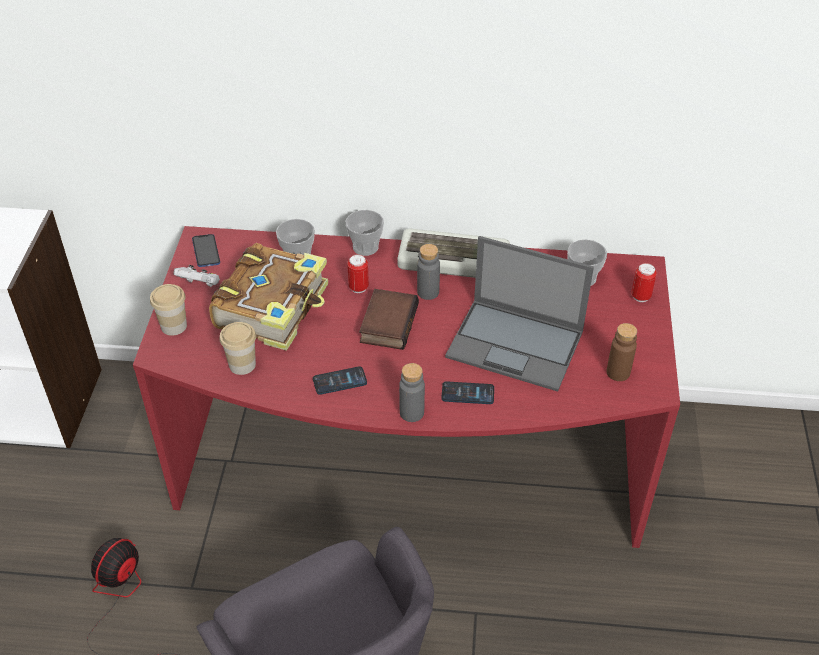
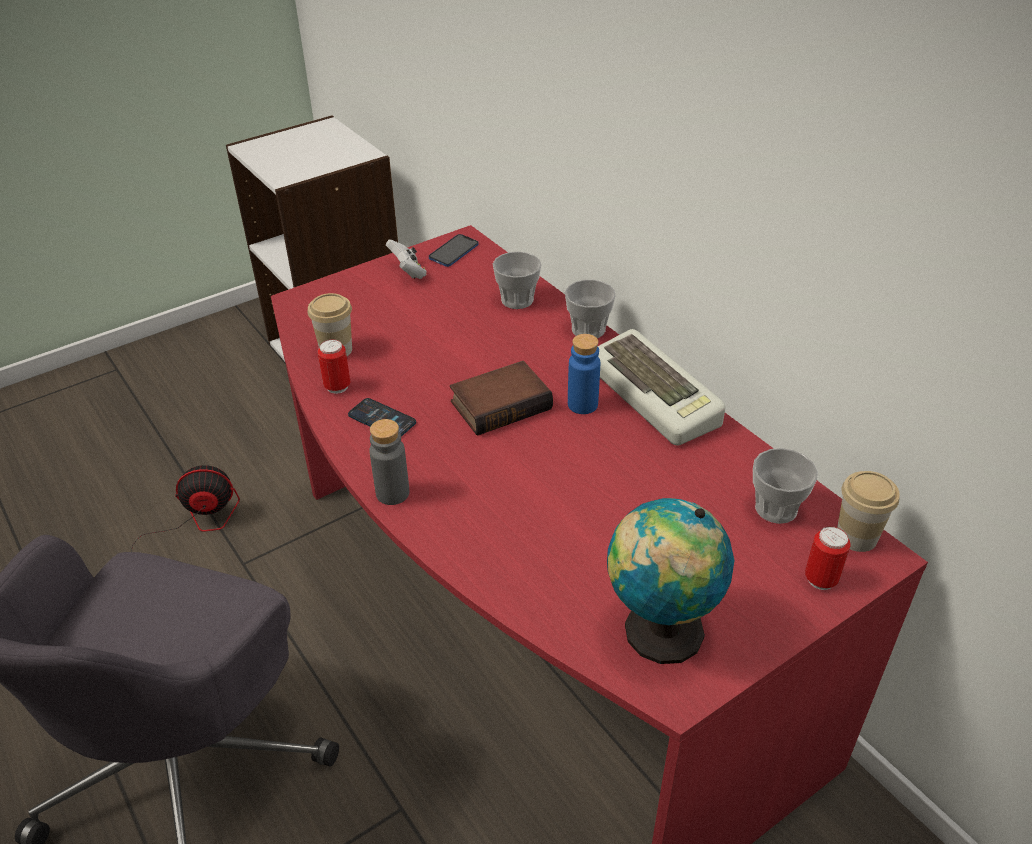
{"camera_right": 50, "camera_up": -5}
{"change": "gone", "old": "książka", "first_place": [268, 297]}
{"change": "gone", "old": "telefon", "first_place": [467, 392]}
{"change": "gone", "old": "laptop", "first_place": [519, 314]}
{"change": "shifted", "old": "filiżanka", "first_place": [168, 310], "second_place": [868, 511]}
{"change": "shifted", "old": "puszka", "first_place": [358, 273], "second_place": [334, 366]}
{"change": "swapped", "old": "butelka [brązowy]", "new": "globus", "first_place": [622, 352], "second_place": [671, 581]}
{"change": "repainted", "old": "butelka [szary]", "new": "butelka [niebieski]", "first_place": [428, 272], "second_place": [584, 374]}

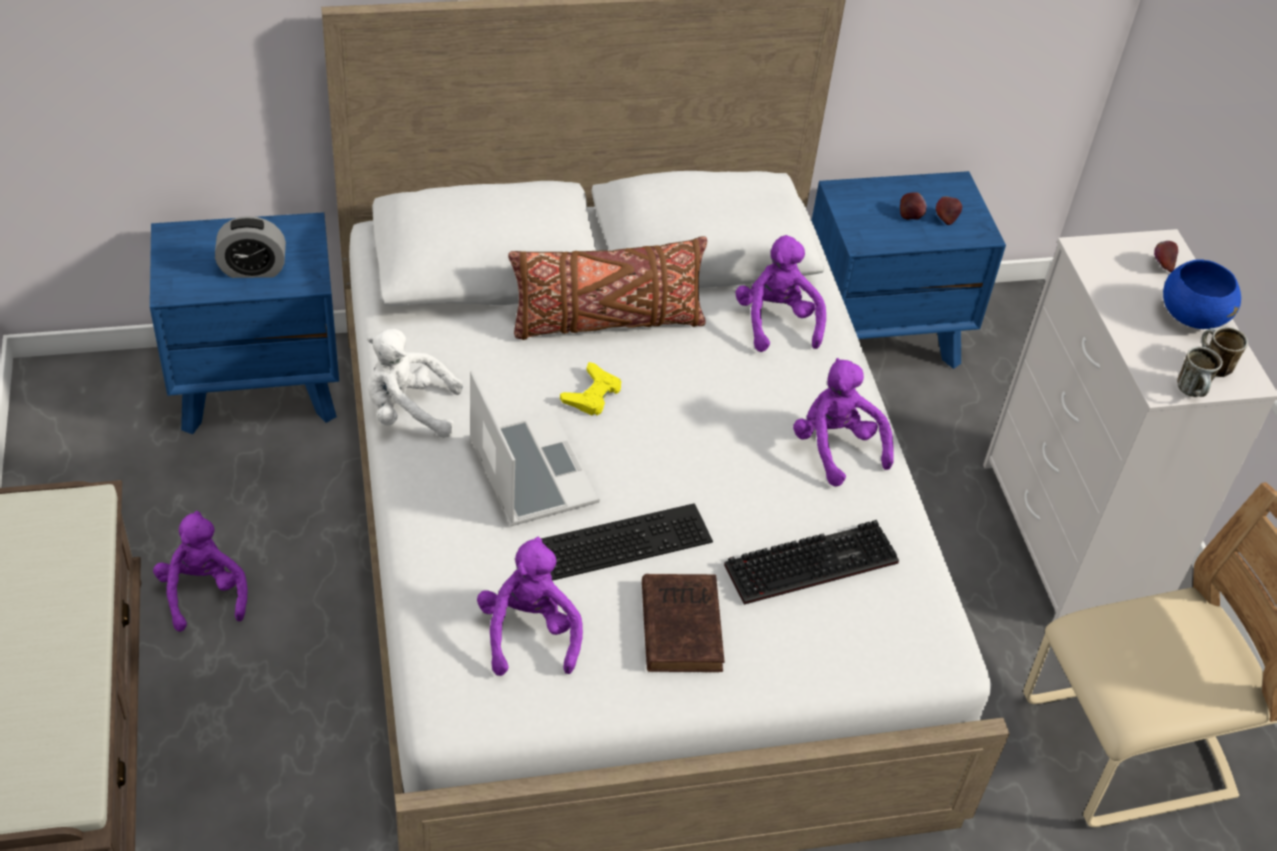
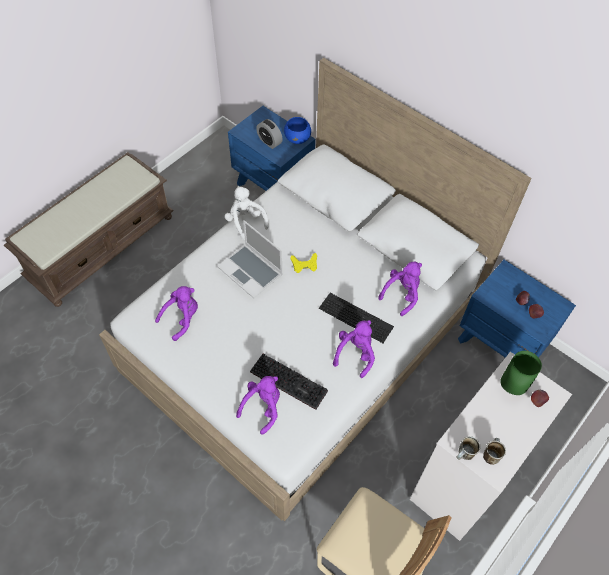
{"camera_right": 55, "camera_up": 10}
{"change": "gone", "old": "poduszka [brązowy]", "first_place": [607, 288]}
{"change": "gone", "old": "książka [brązowy]", "first_place": [683, 623]}
{"change": "new", "new": "wazon [zielony]", "second_place": [521, 373]}
{"change": "shifted", "old": "pluszak [fioletowy]", "first_place": [200, 571], "second_place": [258, 405]}
{"change": "shifted", "old": "klawiatura", "first_place": [627, 542], "second_place": [356, 318]}
{"change": "shifted", "old": "miska [niebieski]", "first_place": [1202, 294], "second_place": [297, 130]}
{"change": "rotated", "old": "laptop", "first_place": [535, 448], "second_place": [250, 259], "degrees": 105}

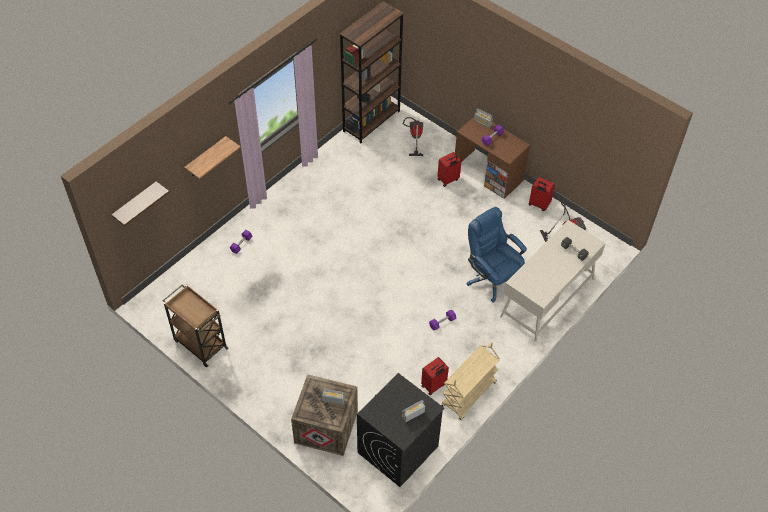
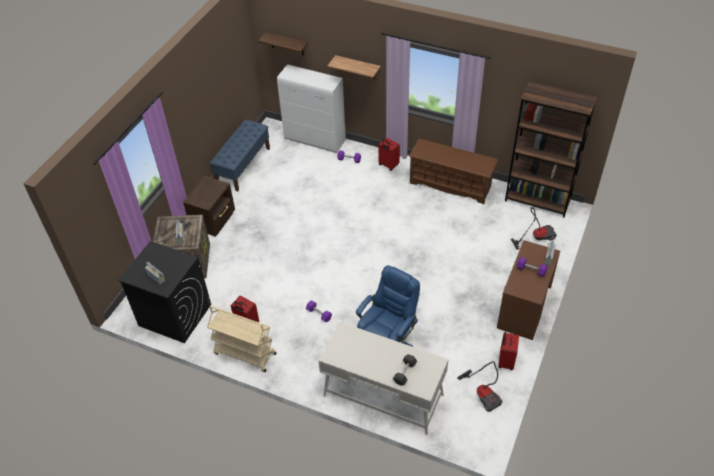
{"camera_right": 75, "camera_up": -5}
{"change": "new", "new": "szafka nocna [brązowy]", "second_place": [209, 206]}
{"change": "new", "new": "szafka [biały]", "second_place": [311, 108]}
{"change": "new", "new": "regał na buty [brązowy]", "second_place": [453, 171]}
{"change": "shifted", "old": "walizka [czerwony]", "first_place": [449, 169], "second_place": [389, 154]}
{"change": "swapped", "old": "wózek [brązowy]", "new": "ławka [niebieski]", "first_place": [196, 325], "second_place": [240, 156]}

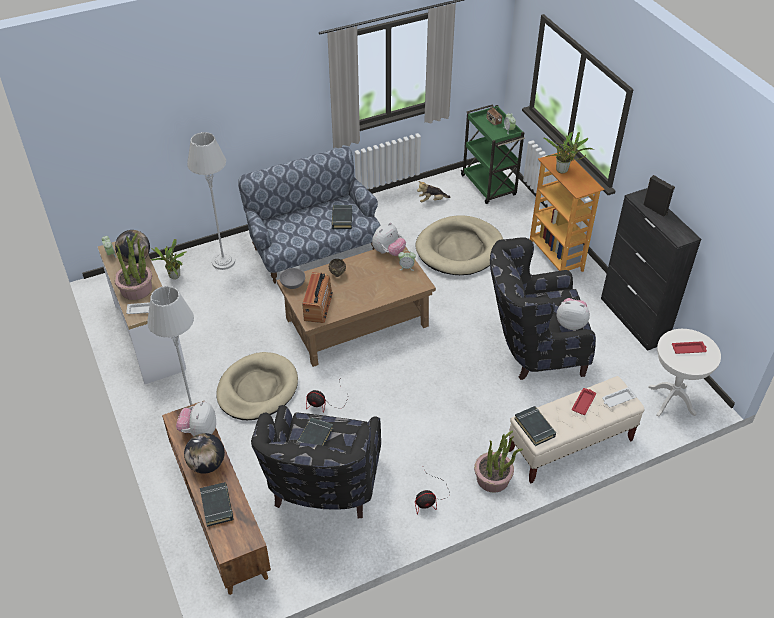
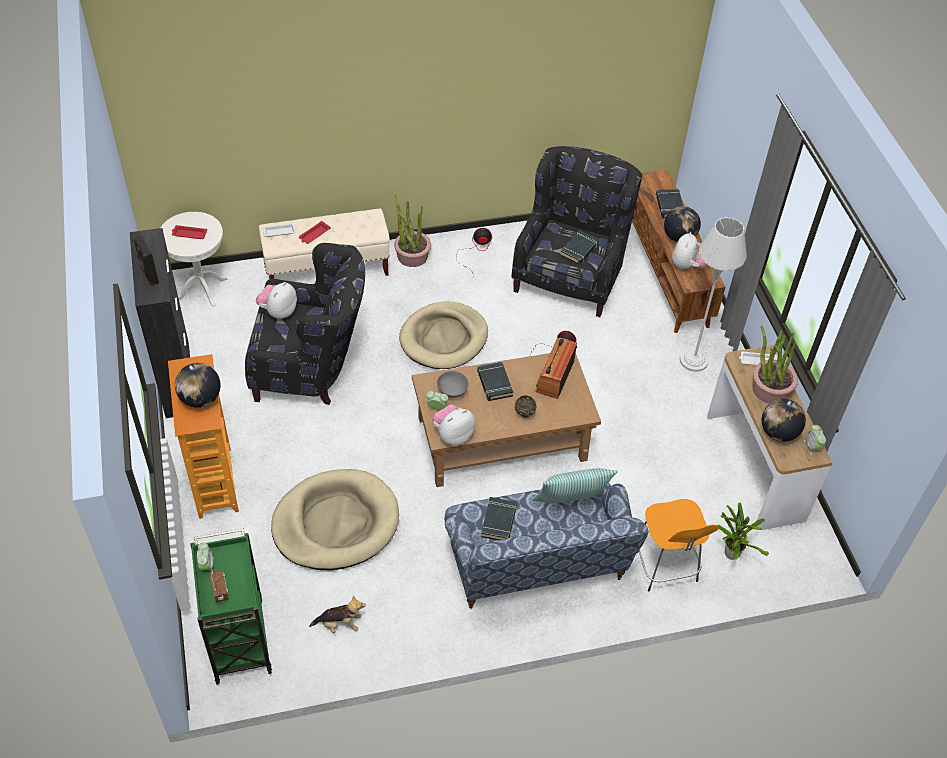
{"camera_right": -170, "camera_up": 5}
{"change": "new", "new": "poduszka", "second_place": [575, 485]}
{"change": "shifted", "old": "legowisko [beżowy]", "first_place": [257, 386], "second_place": [443, 335]}
{"change": "shifted", "old": "miska [szary]", "first_place": [292, 278], "second_place": [453, 384]}
{"change": "shifted", "old": "książka [czarny]", "first_place": [535, 426], "second_place": [495, 381]}
{"change": "swapped", "old": "lampa stojąca [szary]", "new": "stołek [pomarańczowy]", "first_place": [211, 201], "second_place": [679, 545]}
{"change": "swapped", "old": "roślina doniczkowa", "new": "globus", "first_place": [569, 152], "second_place": [197, 385]}
{"change": "rotated", "old": "pluszak", "first_place": [573, 314], "second_place": [276, 300], "degrees": 90}

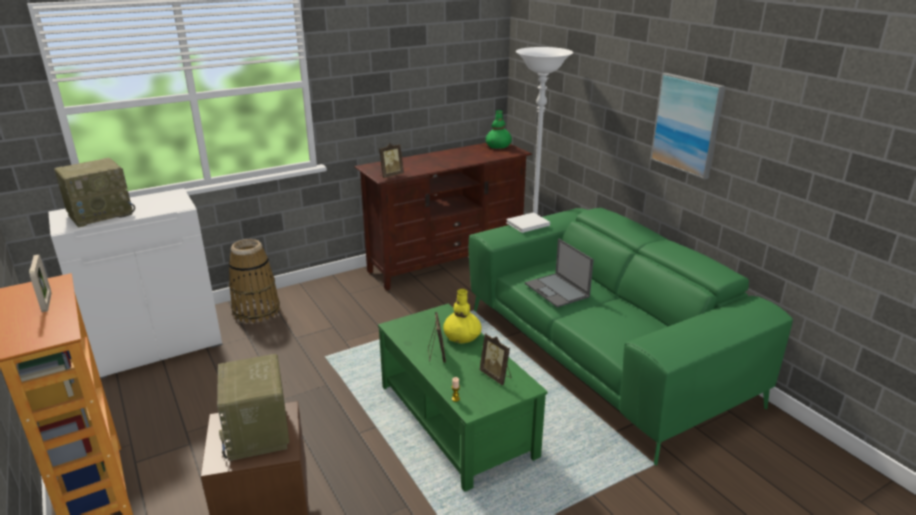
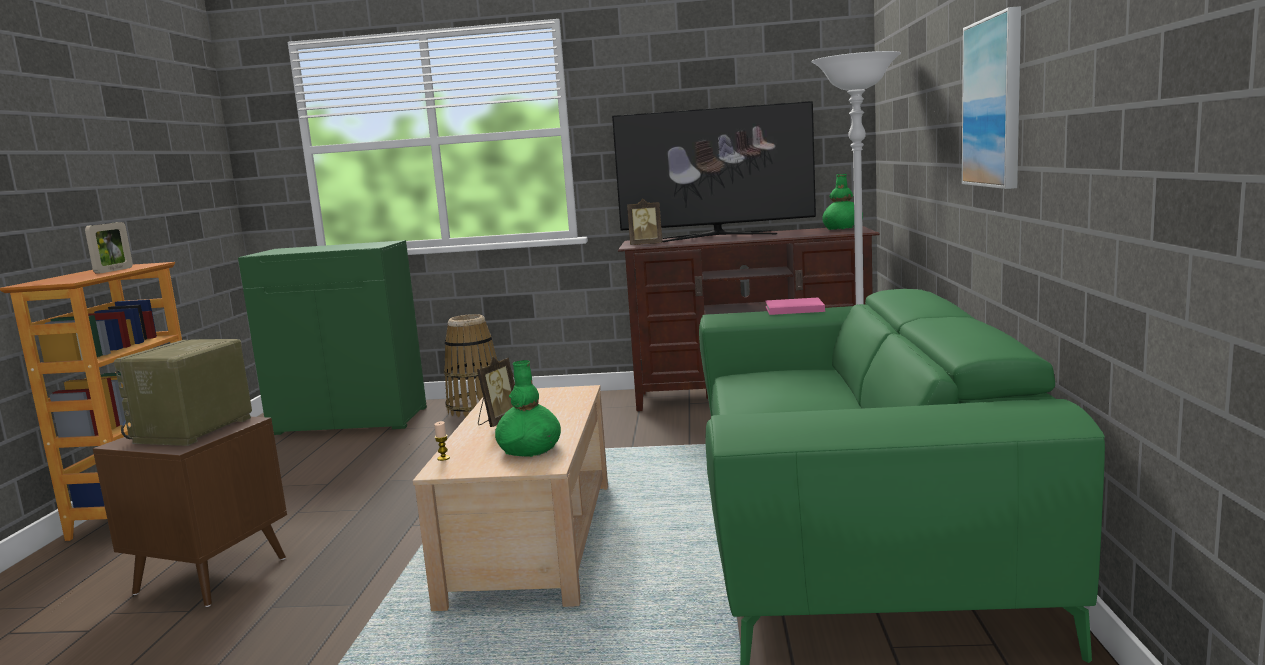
{"camera_right": 35, "camera_up": -15}
{"change": "gone", "old": "radio", "first_place": [94, 193]}
{"change": "gone", "old": "wazon [żółty]", "first_place": [462, 316]}
{"change": "gone", "old": "laptop", "first_place": [559, 273]}
{"change": "new", "new": "telewizor", "second_place": [714, 171]}
{"change": "swapped", "old": "ramka na zdjęcie", "new": "wazon [zielony]", "first_place": [495, 359], "second_place": [528, 408]}
{"change": "repainted", "old": "szafka [biały]", "new": "szafka [zielony]", "first_place": [135, 283], "second_place": [332, 337]}
{"change": "repainted", "old": "ława [zielony]", "new": "ława [beżowy]", "first_place": [463, 397], "second_place": [510, 498]}
{"change": "repainted", "old": "książka [biały]", "new": "książka [różowy]", "first_place": [528, 222], "second_place": [795, 306]}

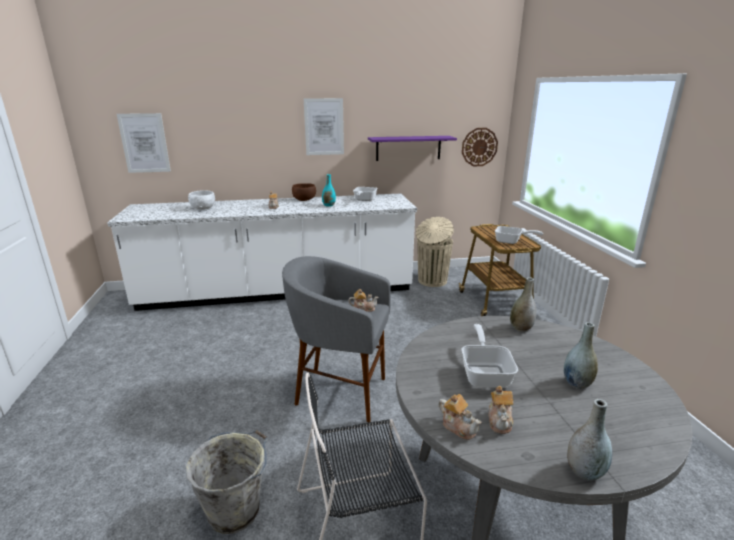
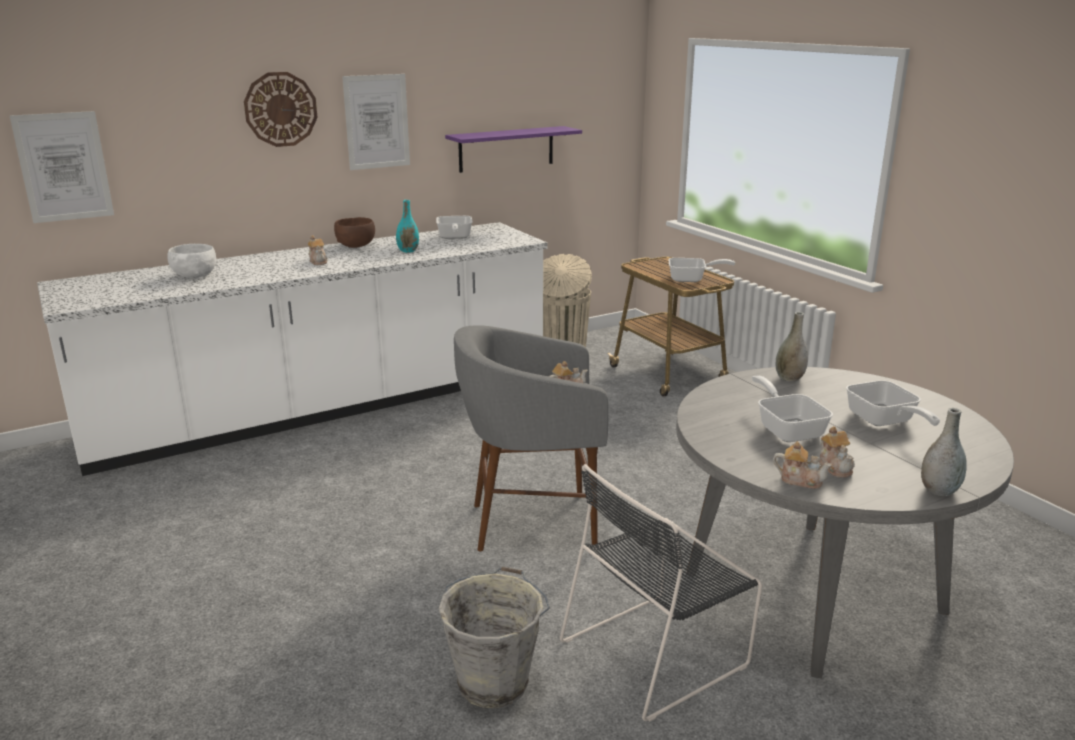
{"camera_right": -20, "camera_up": 0}
{"change": "shifted", "old": "zegar ścienny", "first_place": [480, 147], "second_place": [281, 109]}
{"change": "swapped", "old": "wazon [szary]", "new": "patelnia", "first_place": [581, 355], "second_place": [893, 403]}

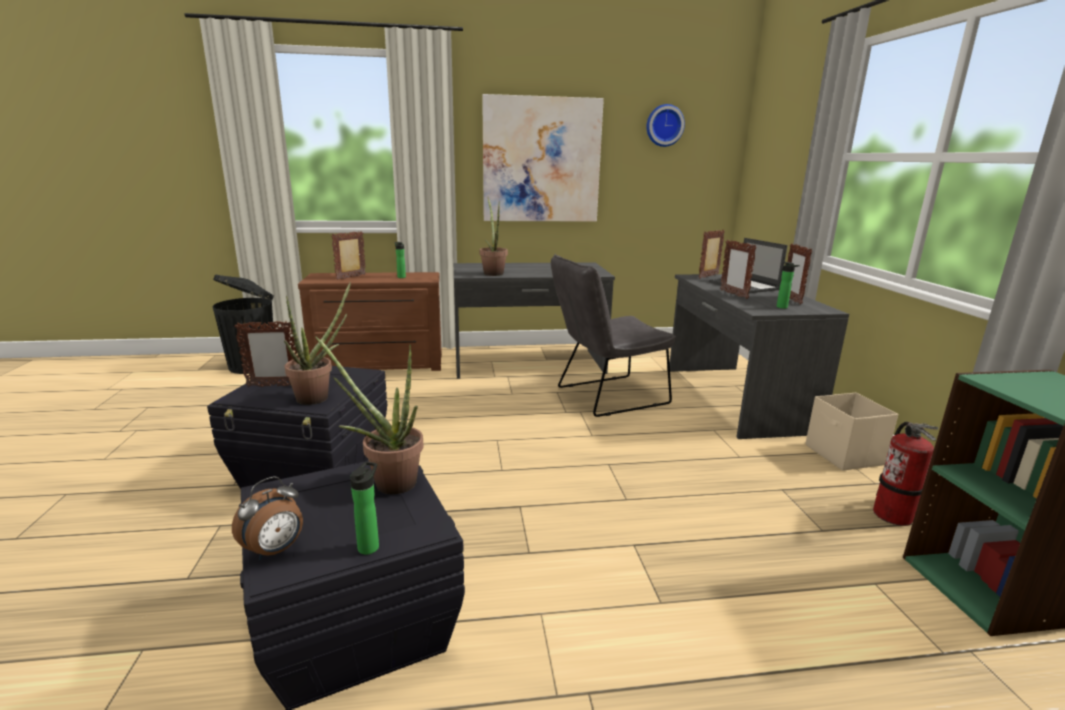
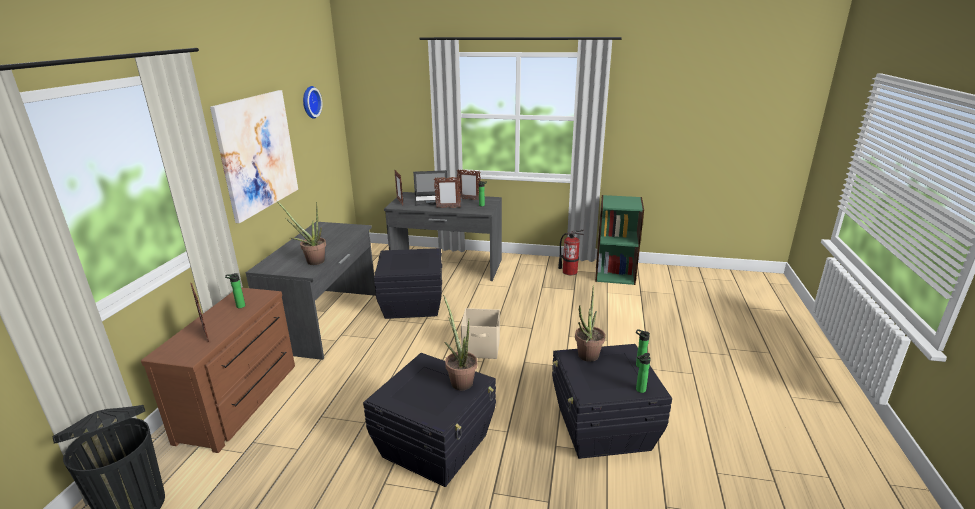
{"camera_right": -70, "camera_up": 5}
{"change": "gone", "old": "ramka na zdjęcie", "first_place": [266, 353]}
{"change": "shifted", "old": "pojemnik do przechowywania [beżowy]", "first_place": [851, 432], "second_place": [480, 333]}
{"change": "swapped", "old": "budzik", "new": "butelka", "first_place": [267, 518], "second_place": [643, 373]}
{"change": "swapped", "old": "krzesło [szary]", "new": "pojemnik do przechowywania [czarny]", "first_place": [613, 335], "second_place": [408, 283]}

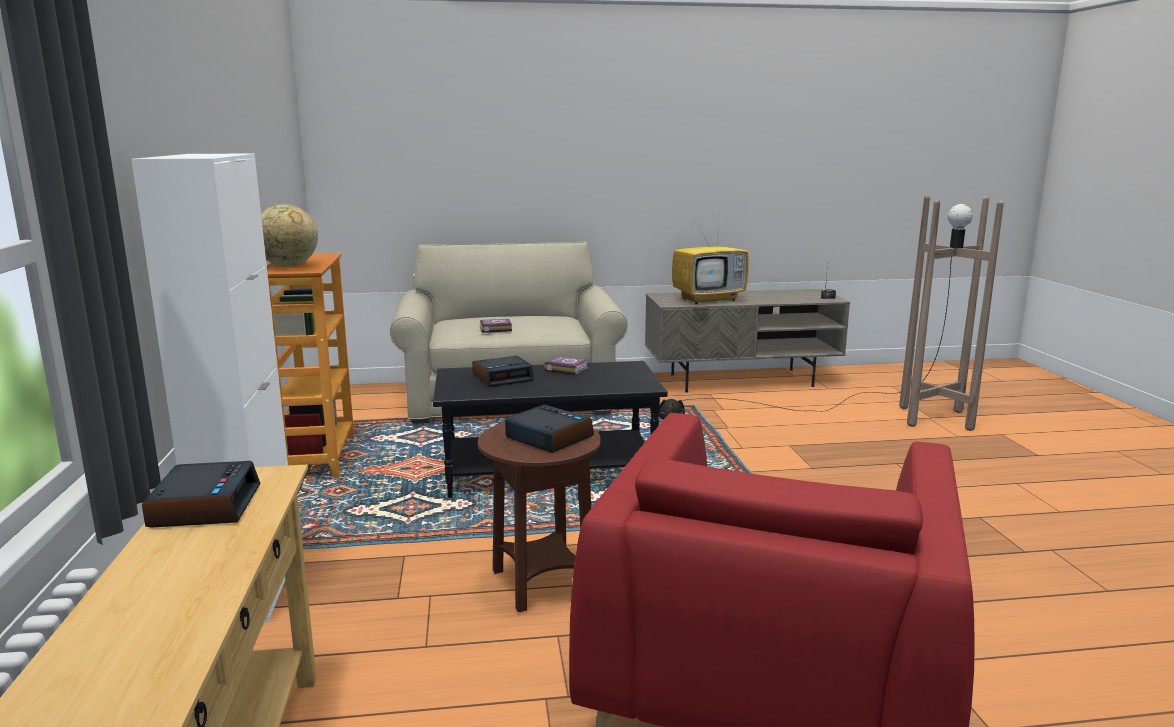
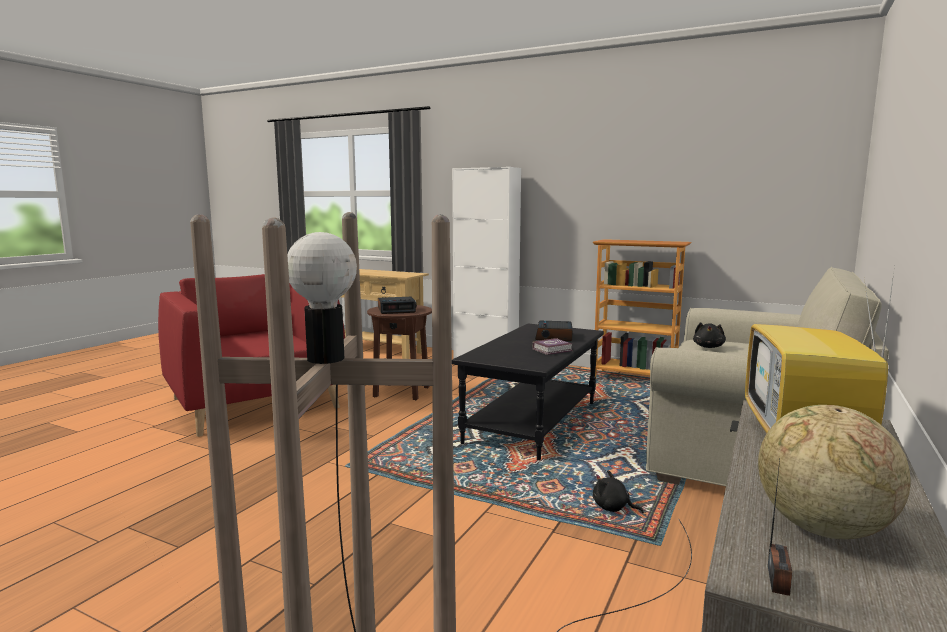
{"camera_right": 125, "camera_up": -5}
{"change": "gone", "old": "budzik", "first_place": [201, 494]}
{"change": "shifted", "old": "globus", "first_place": [289, 235], "second_place": [834, 472]}
{"change": "swapped", "old": "książka", "new": "pluszak [czarny]", "first_place": [496, 326], "second_place": [709, 335]}

